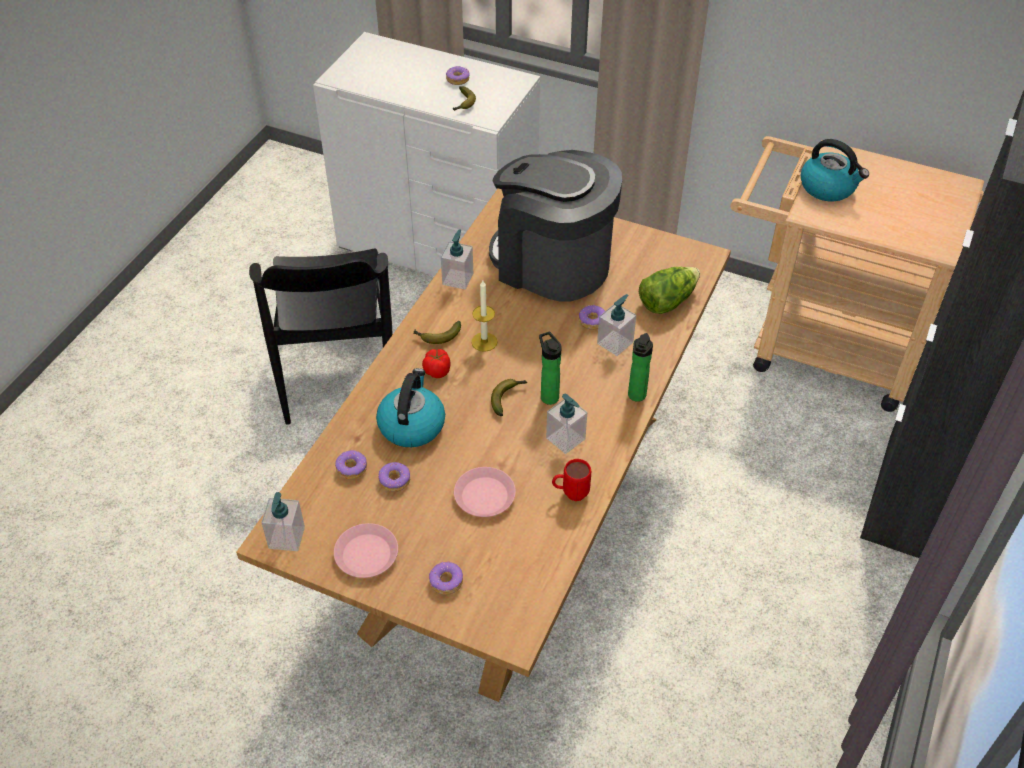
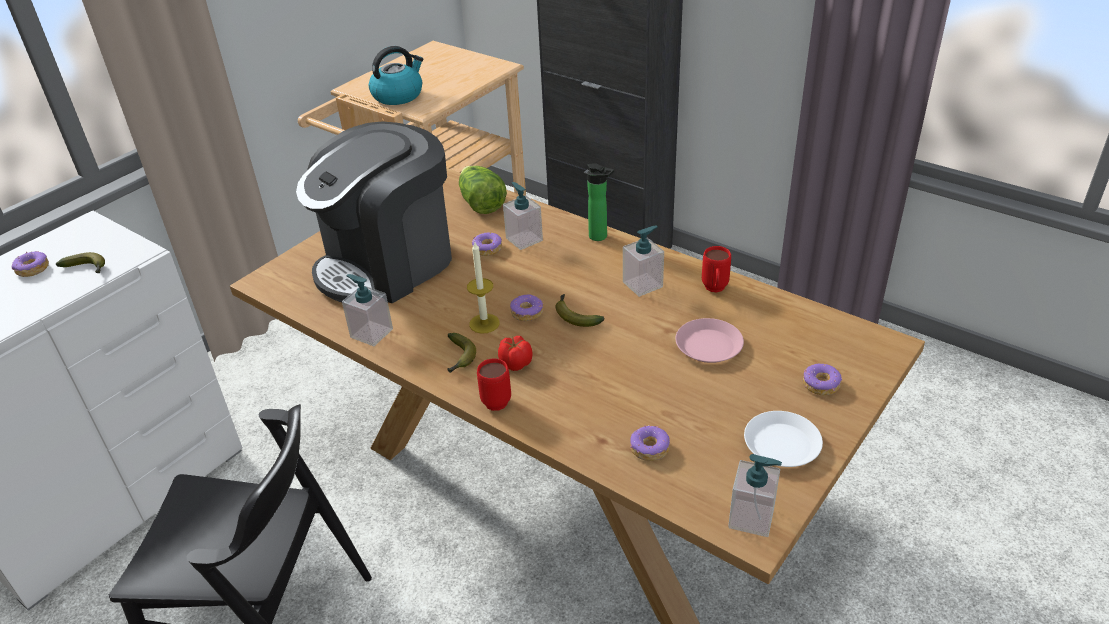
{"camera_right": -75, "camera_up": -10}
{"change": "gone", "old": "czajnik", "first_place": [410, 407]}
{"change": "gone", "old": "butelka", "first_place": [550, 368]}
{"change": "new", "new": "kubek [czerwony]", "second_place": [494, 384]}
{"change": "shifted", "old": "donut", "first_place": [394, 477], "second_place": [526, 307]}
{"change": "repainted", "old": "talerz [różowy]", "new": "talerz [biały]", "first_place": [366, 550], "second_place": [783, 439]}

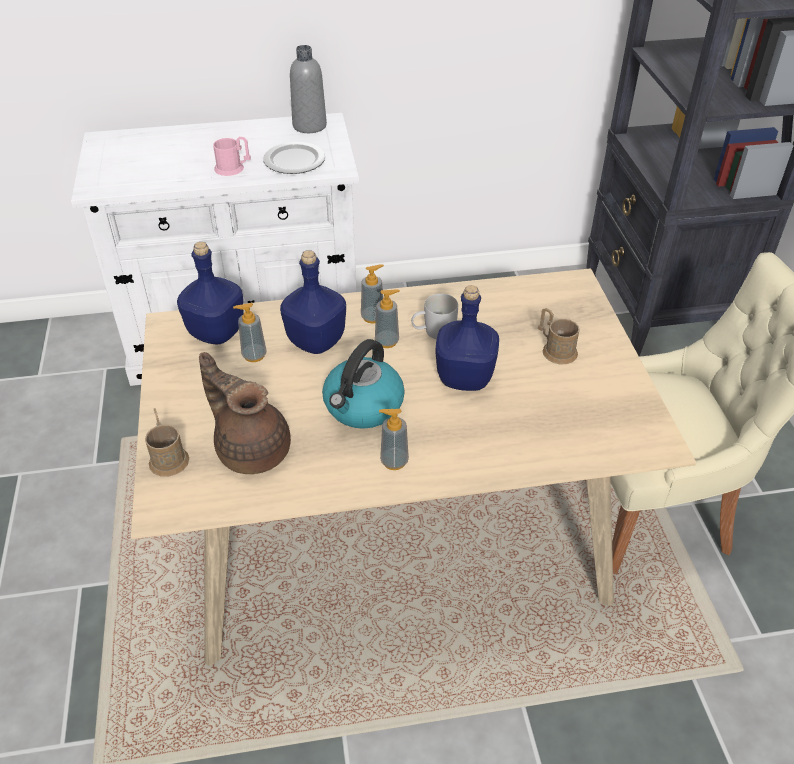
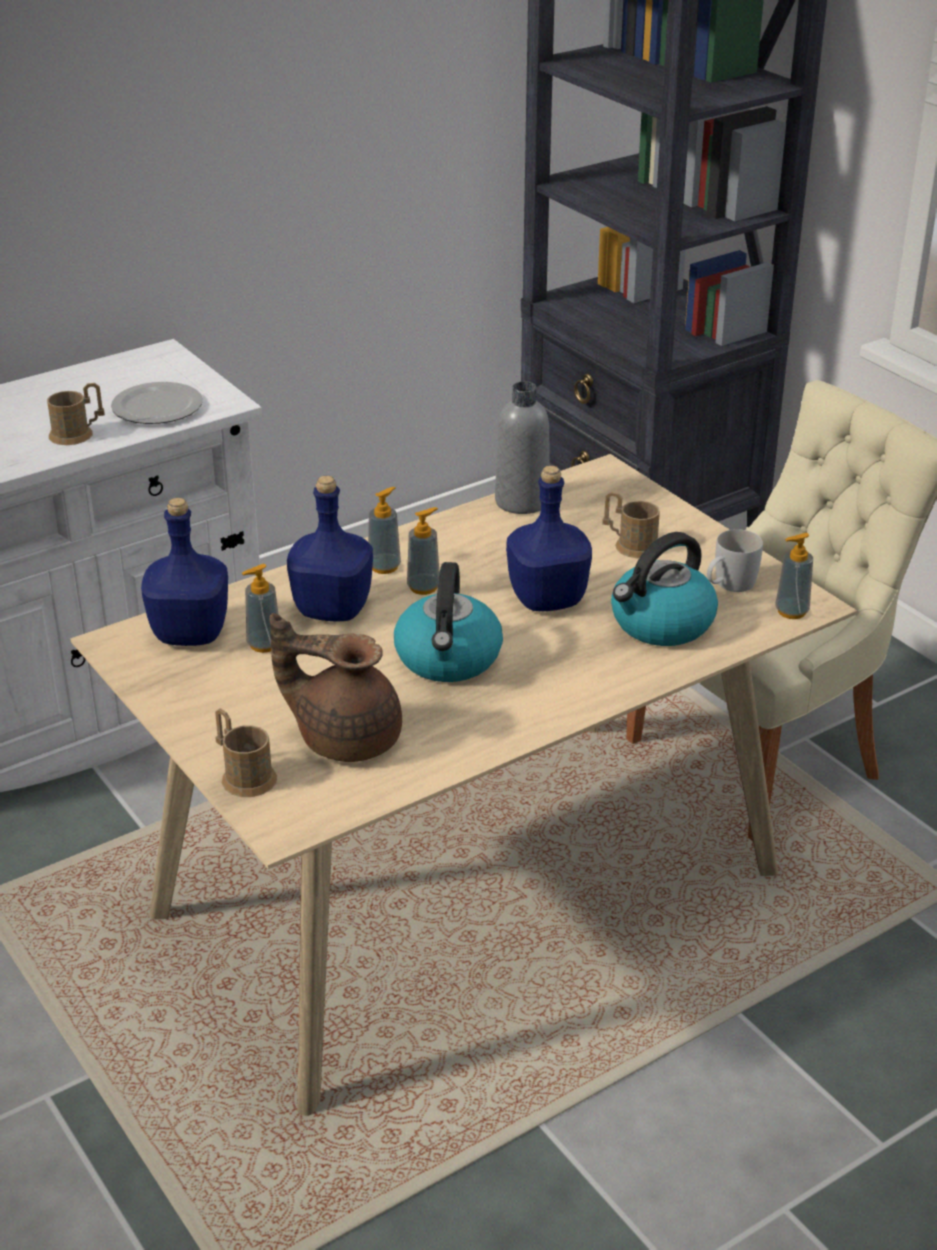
{"camera_right": -25, "camera_up": -10}
{"change": "new", "new": "czajnik", "second_place": [664, 589]}
{"change": "shifted", "old": "butelka [szary]", "first_place": [308, 89], "second_place": [522, 447]}
{"change": "shifted", "old": "dozownik mydła", "first_place": [394, 439], "second_place": [794, 576]}
{"change": "shifted", "old": "kubek [biały]", "first_place": [434, 316], "second_place": [735, 560]}
{"change": "repainted", "old": "kubek [różowy]", "new": "kubek [brązowy]", "first_place": [232, 156], "second_place": [76, 414]}

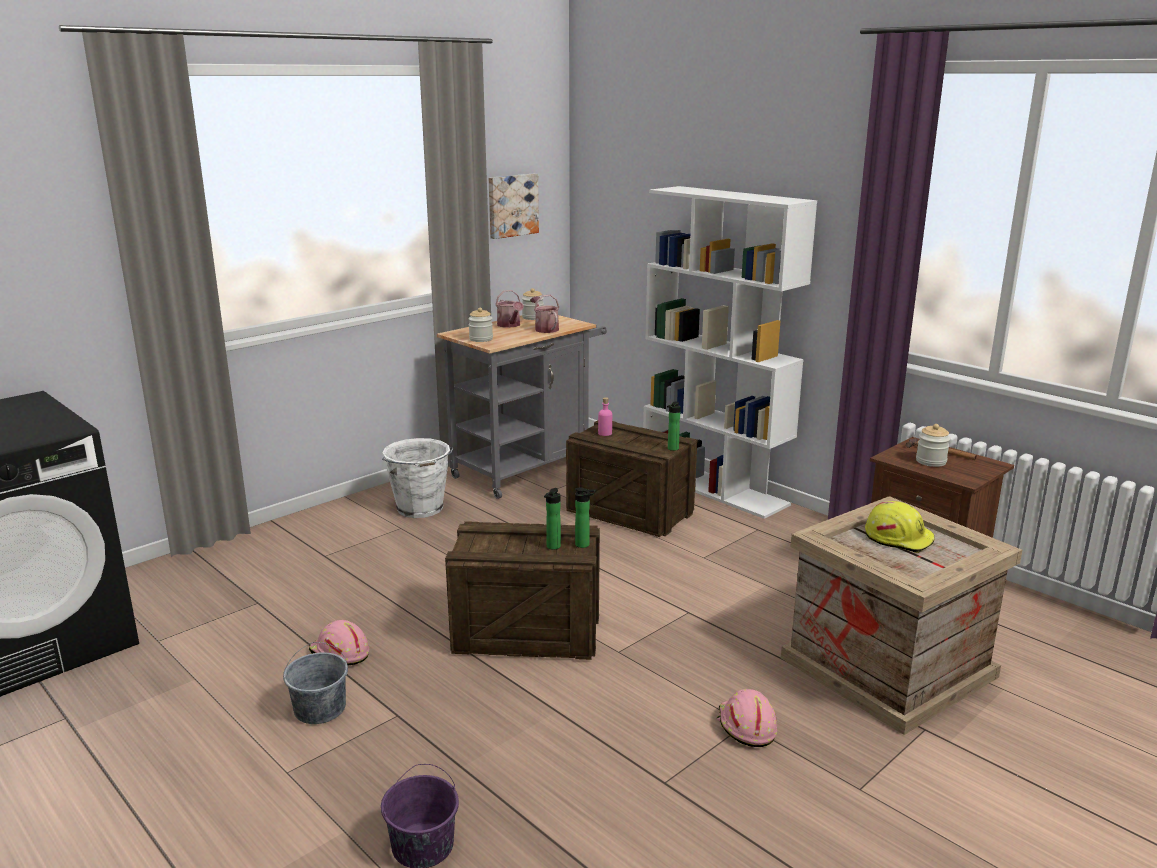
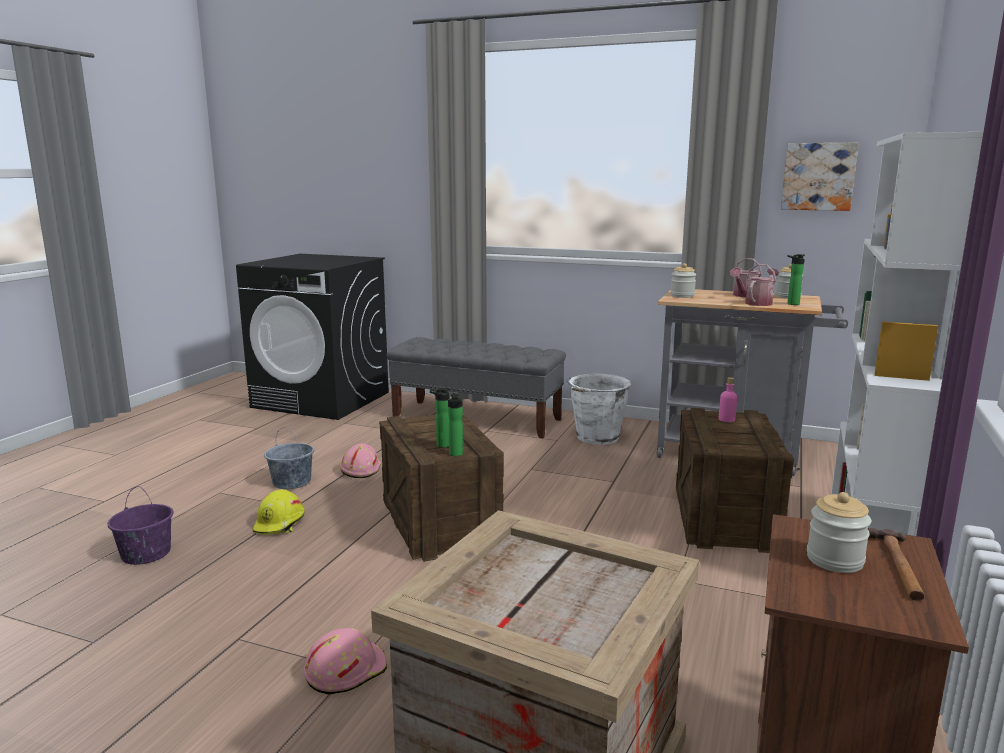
{"camera_right": 65, "camera_up": -5}
{"change": "new", "new": "ławka [szary]", "second_place": [476, 388]}
{"change": "shifted", "old": "butelka", "first_place": [674, 426], "second_place": [796, 279]}
{"change": "shifted", "old": "kask [żółty]", "first_place": [900, 527], "second_place": [279, 512]}

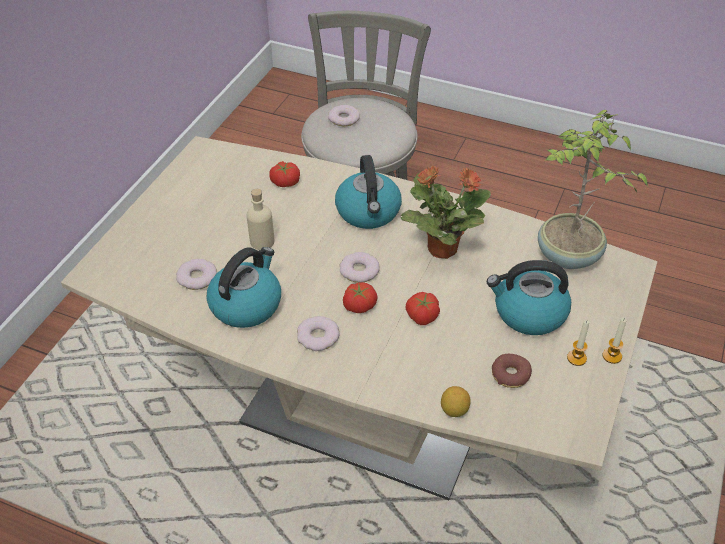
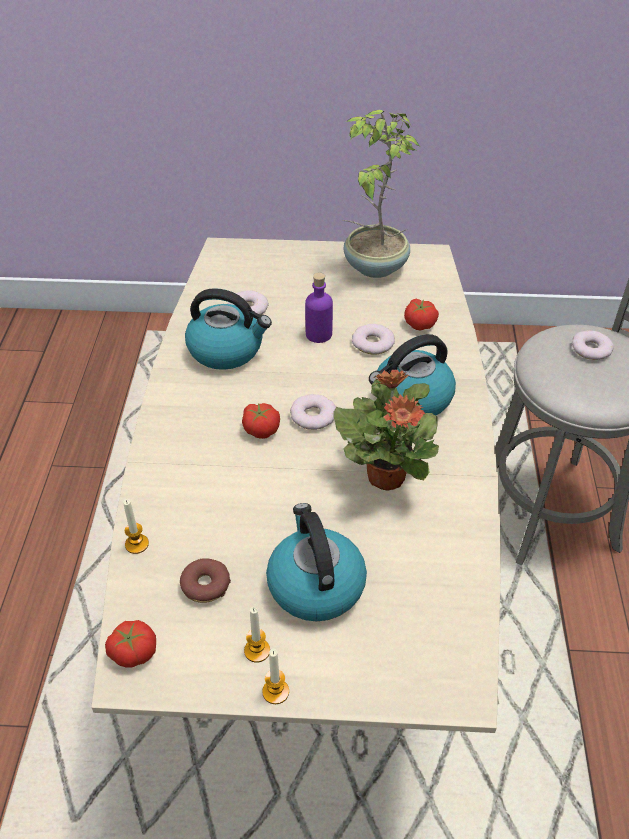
{"camera_right": 70, "camera_up": 0}
{"change": "shifted", "old": "donut", "first_place": [318, 333], "second_place": [373, 339]}
{"change": "shifted", "old": "pomidor", "first_place": [423, 308], "second_place": [130, 644]}
{"change": "shifted", "old": "roślina doniczkowa", "first_place": [593, 189], "second_place": [380, 194]}
{"change": "swapped", "old": "cytryna", "new": "świeca", "first_place": [456, 401], "second_place": [136, 526]}
{"change": "repainted", "old": "butelka [beżowy]", "new": "butelka [fioletowy]", "first_place": [260, 219], "second_place": [319, 308]}

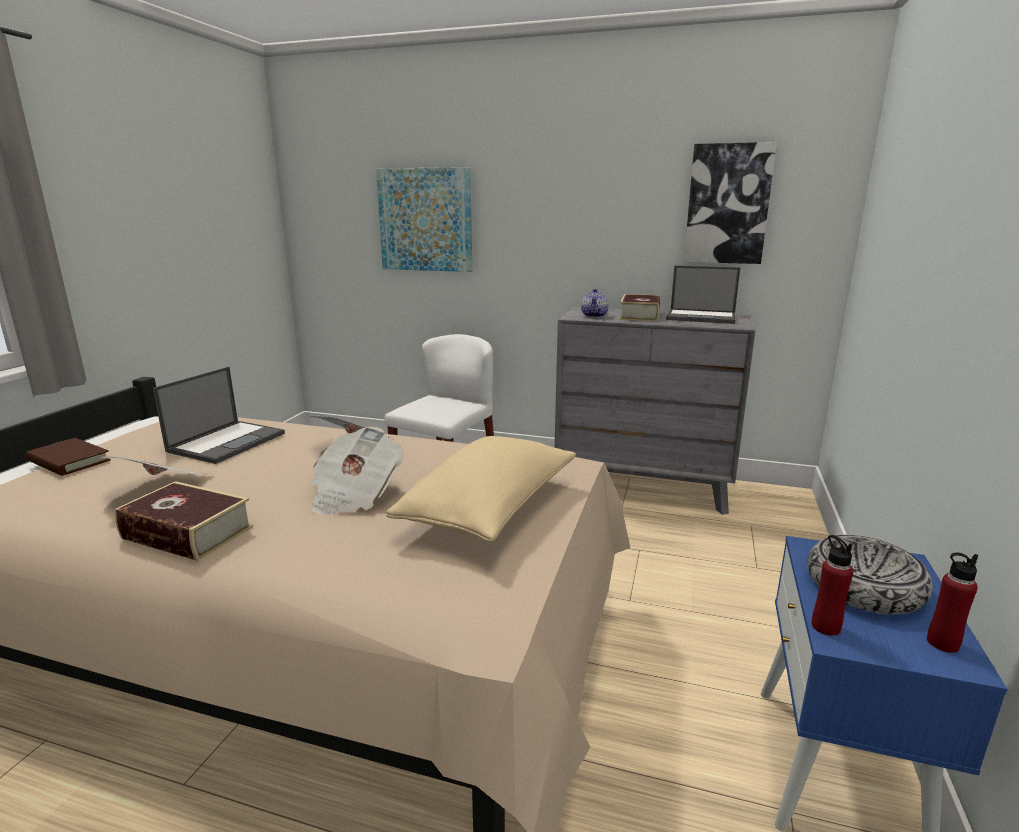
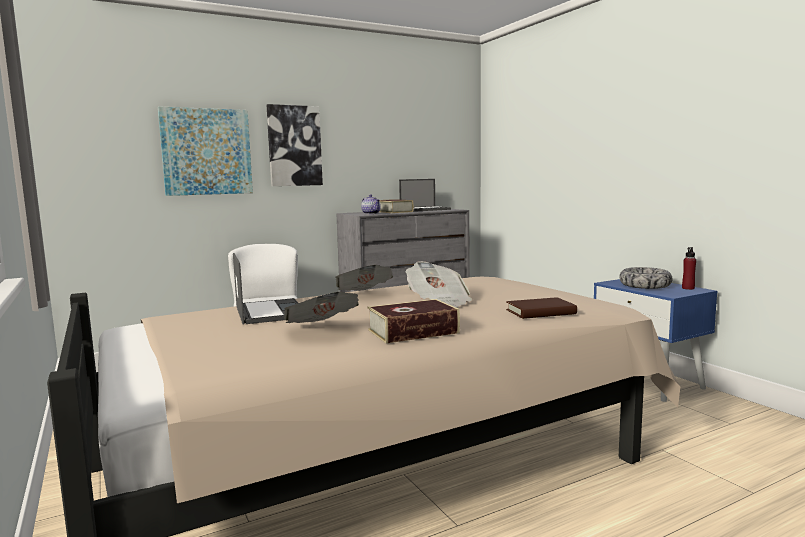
{"camera_right": -45, "camera_up": -10}
{"change": "gone", "old": "poduszka [beżowy]", "first_place": [481, 489]}
{"change": "gone", "old": "butelka [czerwony]", "first_place": [832, 585]}
{"change": "shifted", "old": "książka [brązowy]", "first_place": [68, 457], "second_place": [541, 308]}
{"change": "shifted", "old": "obraz", "first_place": [730, 203], "second_place": [295, 145]}

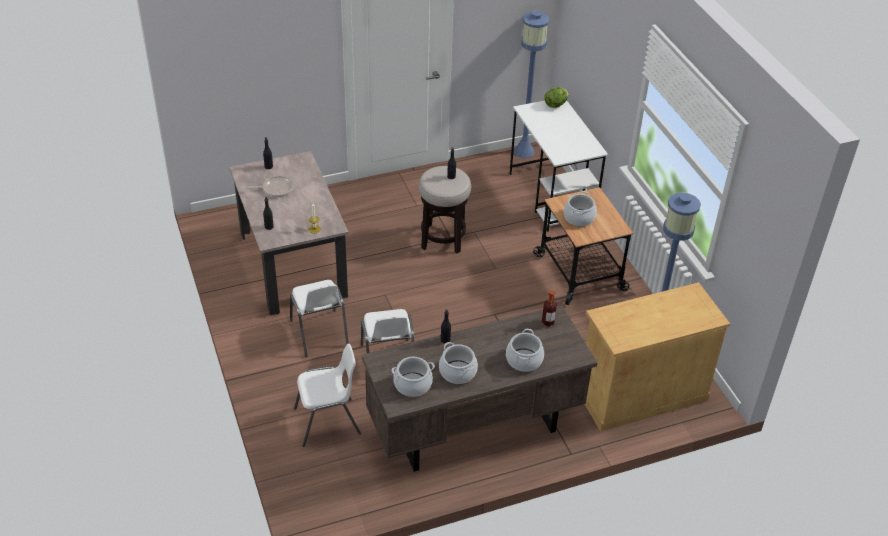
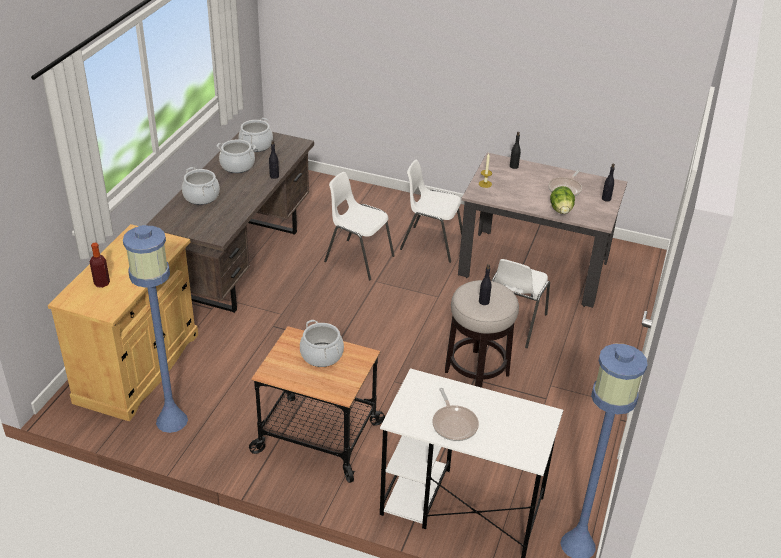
{"camera_right": 130, "camera_up": -5}
{"change": "new", "new": "patelnia", "second_place": [455, 414]}
{"change": "shifted", "old": "krzesło [biały]", "first_place": [327, 395], "second_place": [521, 303]}
{"change": "shifted", "old": "butelka", "first_place": [549, 308], "second_place": [100, 265]}
{"change": "shifted", "old": "sałata", "first_place": [556, 97], "second_place": [562, 200]}

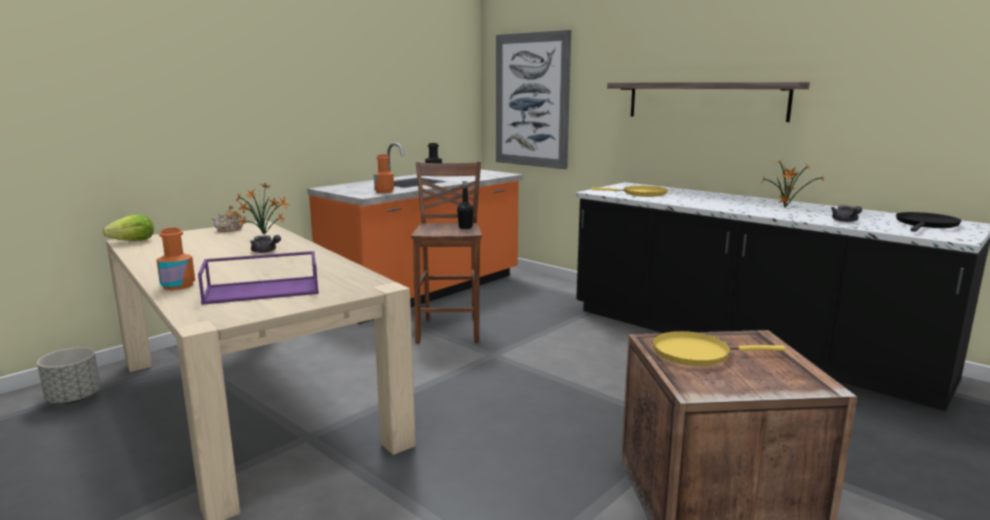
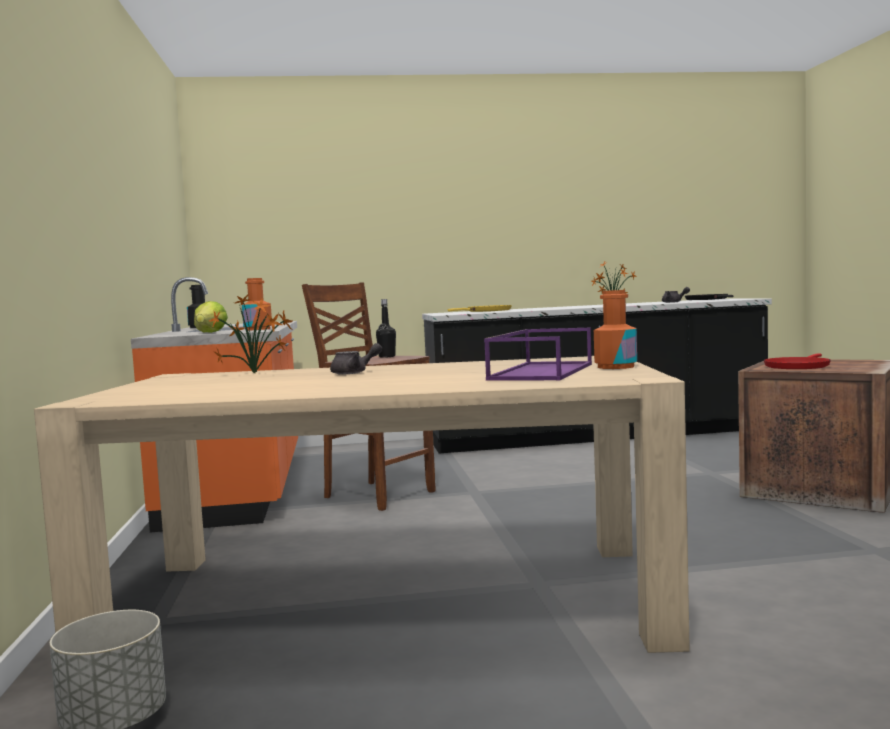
{"camera_right": -50, "camera_up": -10}
{"change": "gone", "old": "imbryk", "first_place": [229, 218]}
{"change": "gone", "old": "obraz", "first_place": [533, 99]}
{"change": "gone", "old": "półka", "first_place": [708, 102]}
{"change": "shifted", "old": "sałata", "first_place": [128, 227], "second_place": [211, 317]}
{"change": "shifted", "old": "butelka [pomarańczowy]", "first_place": [175, 258], "second_place": [615, 329]}
{"change": "repainted", "old": "patelnia [żółty]", "new": "patelnia [czerwony]", "first_place": [719, 348], "second_place": [797, 361]}

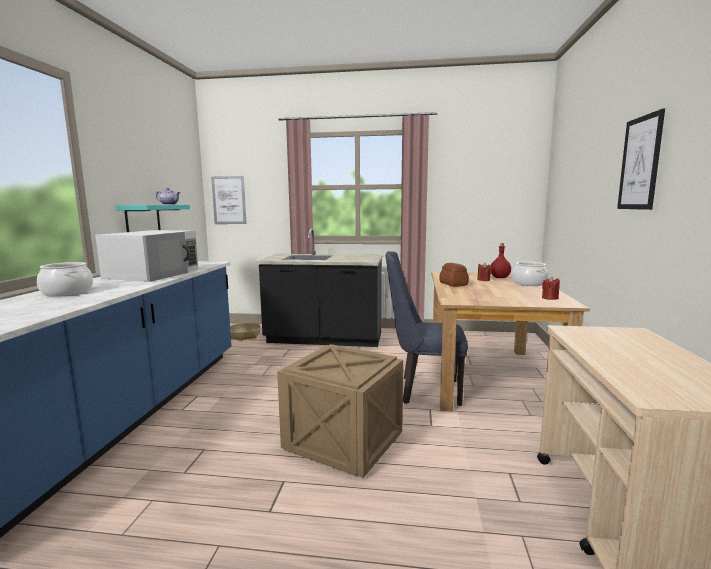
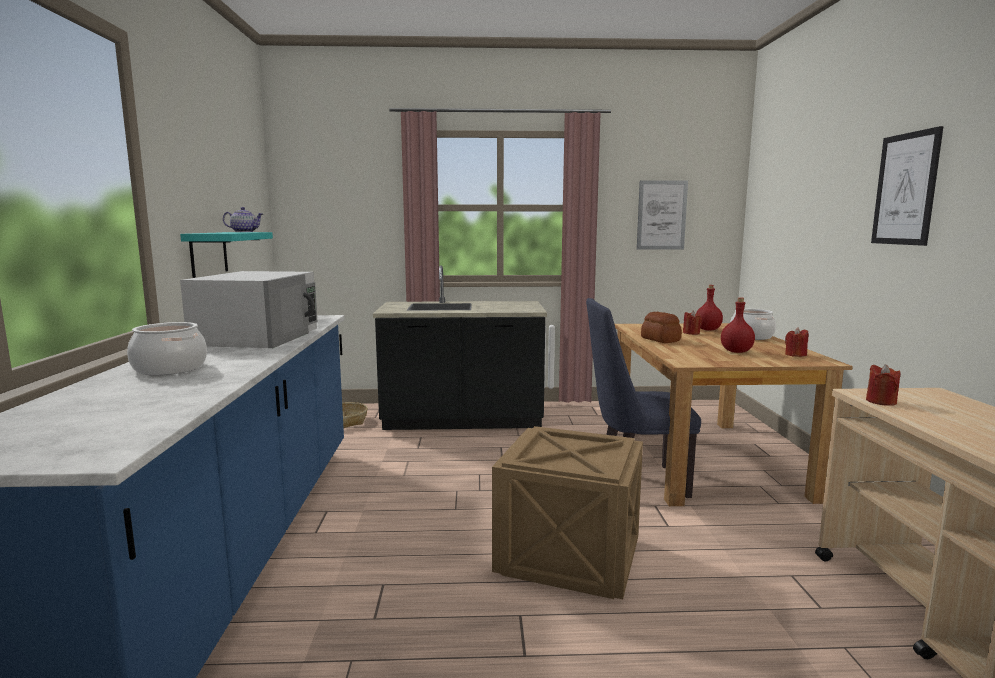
{"camera_right": -10, "camera_up": 0}
{"change": "new", "new": "butelka [czerwony]", "second_place": [738, 325]}
{"change": "new", "new": "świeca [czerwony]", "second_place": [883, 385]}
{"change": "shifted", "old": "obraz", "first_place": [229, 200], "second_place": [662, 214]}

